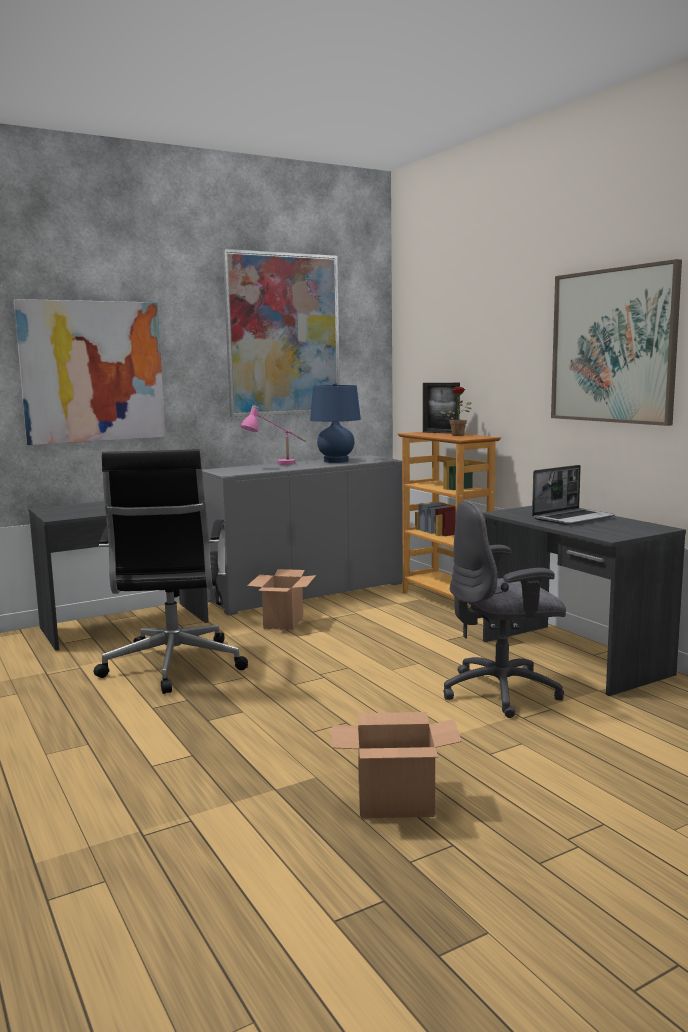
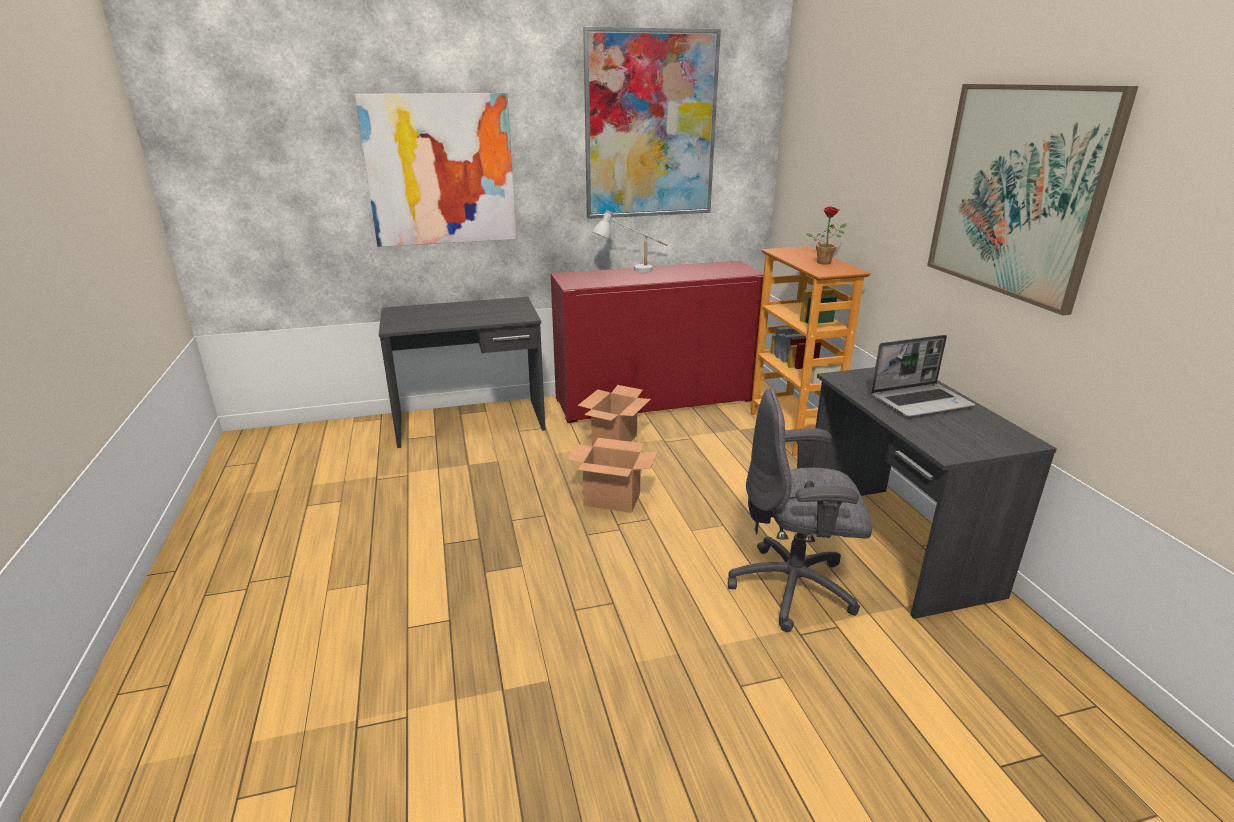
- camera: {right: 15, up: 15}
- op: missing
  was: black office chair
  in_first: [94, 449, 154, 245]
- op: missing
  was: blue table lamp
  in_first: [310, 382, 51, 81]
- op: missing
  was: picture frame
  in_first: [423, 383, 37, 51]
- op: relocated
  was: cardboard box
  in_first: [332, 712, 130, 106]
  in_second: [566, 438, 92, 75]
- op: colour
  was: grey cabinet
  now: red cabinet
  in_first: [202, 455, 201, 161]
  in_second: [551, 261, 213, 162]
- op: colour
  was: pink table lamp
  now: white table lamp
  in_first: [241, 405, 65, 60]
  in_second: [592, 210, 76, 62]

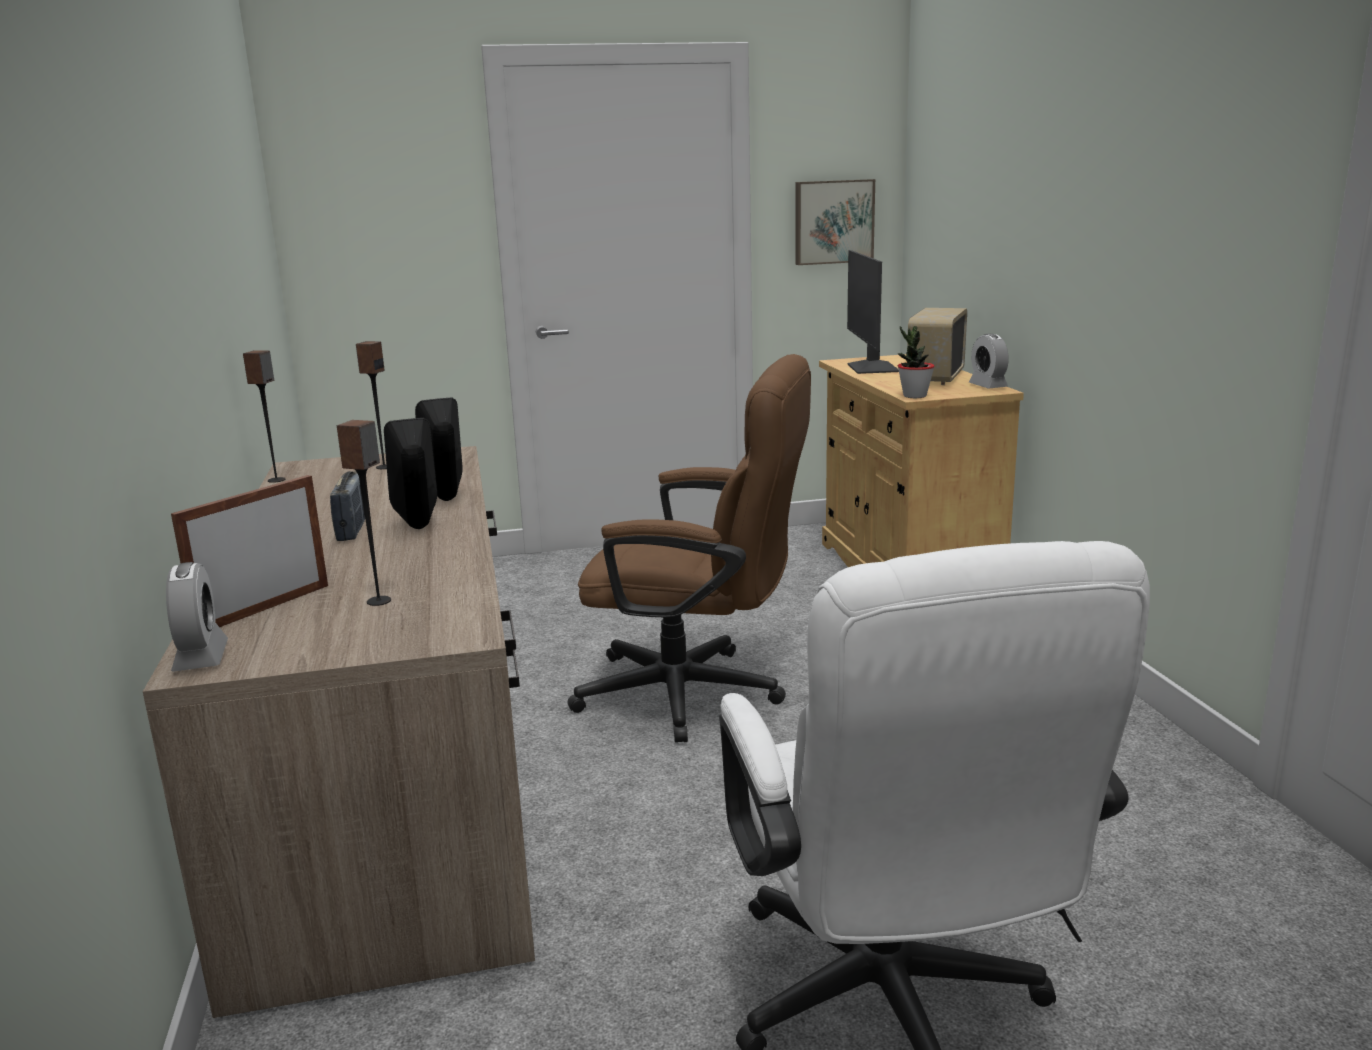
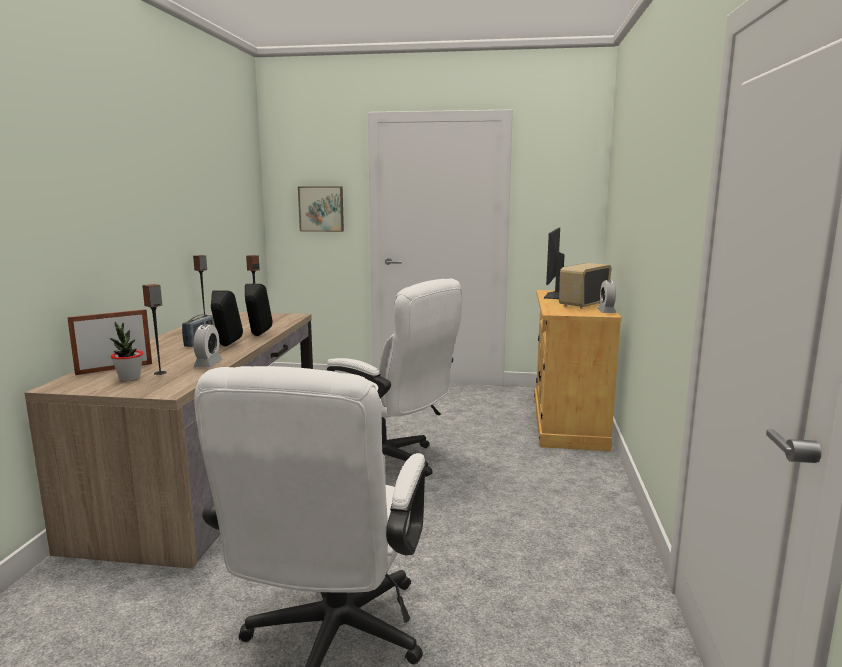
- camera: {right: 20, up: -5}
- op: relocated
  was: alarm clock
  in_first: [166, 562, 62, 110]
  in_second: [193, 324, 30, 43]
- op: relocated
  was: picture
  in_first: [796, 179, 79, 86]
  in_second: [298, 186, 46, 46]
- op: relocated
  was: potted plant
  in_first: [898, 326, 37, 72]
  in_second: [109, 322, 34, 59]
- op: colour
  was: brown office chair
  now: white office chair
  in_first: [568, 354, 243, 389]
  in_second: [327, 279, 135, 198]

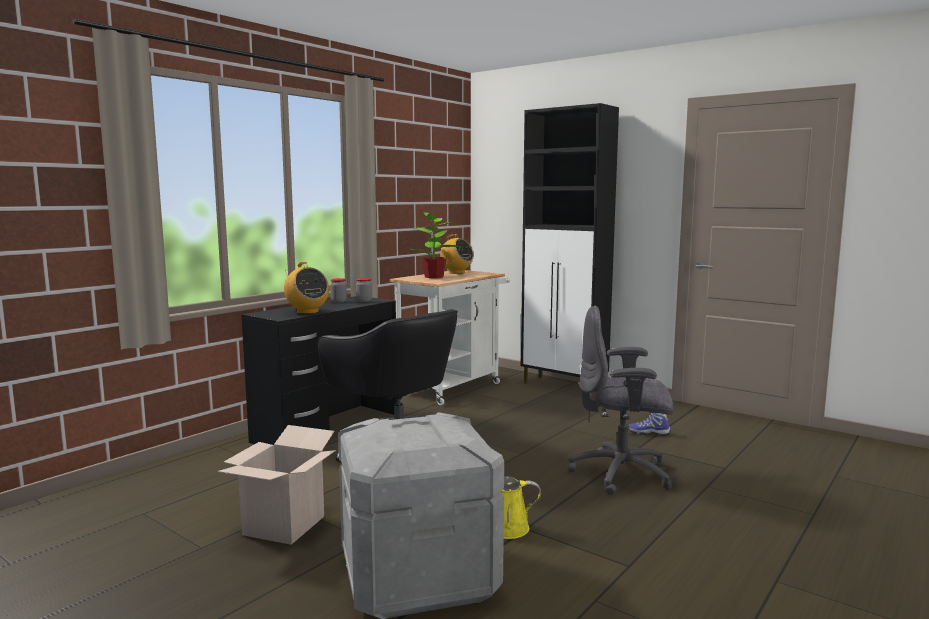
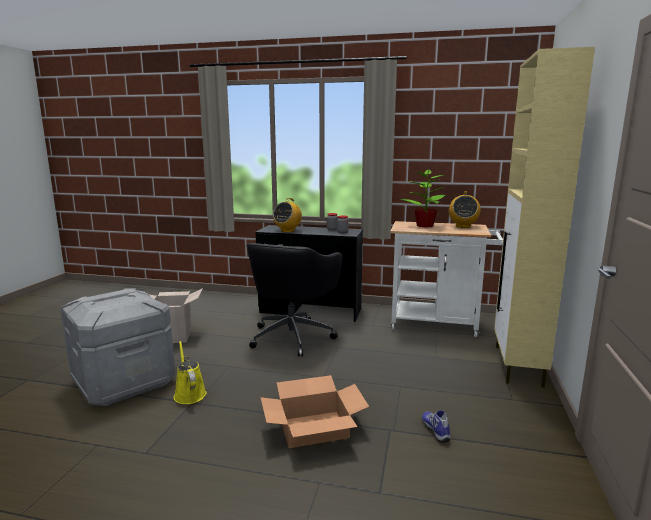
- camera: {right: 65, up: 5}
- op: exchanged
  was: grey office chair
  now: cardboard box
  in_first: [569, 305, 104, 190]
  in_second: [260, 375, 109, 73]
- op: colour
  was: black cabinet
  now: beige cabinet
  in_first: [521, 103, 98, 290]
  in_second: [494, 47, 101, 341]

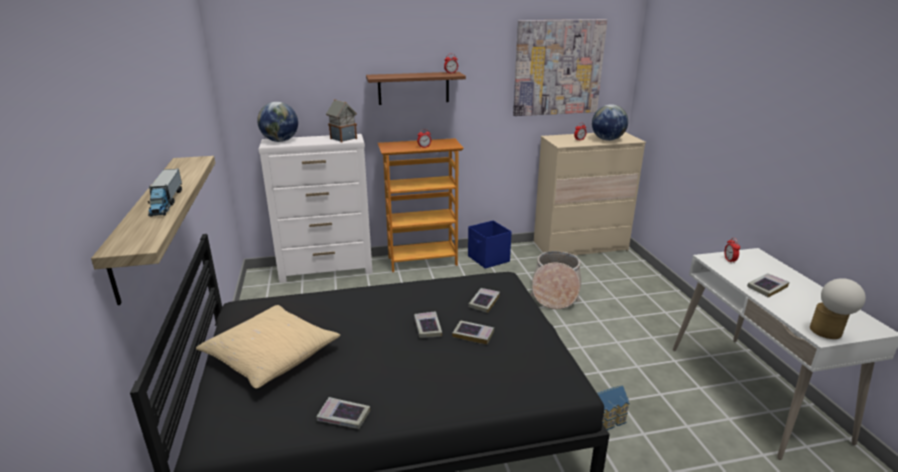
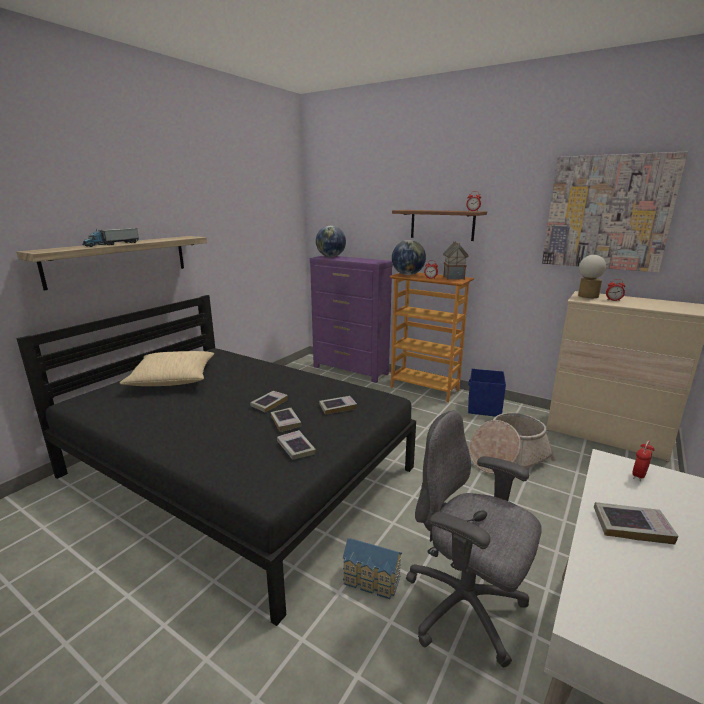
- camera: {right: 45, up: -5}
- op: appeared
  now: grey office chair
  in_second: [406, 411, 136, 256]
- op: relocated
  was: book
  in_first: [316, 397, 54, 32]
  in_second: [277, 430, 39, 30]
- op: relocated
  was: toy house
  in_first: [326, 99, 31, 44]
  in_second: [443, 241, 26, 39]
- op: relocated
  was: globe
  in_first: [592, 104, 36, 37]
  in_second: [392, 240, 34, 35]
- op: relocated
  was: table lamp
  in_first: [810, 278, 56, 61]
  in_second: [578, 255, 28, 43]
- op: colour
  was: white dresser
  now: purple dresser
  in_first: [258, 134, 115, 149]
  in_second: [310, 255, 83, 128]

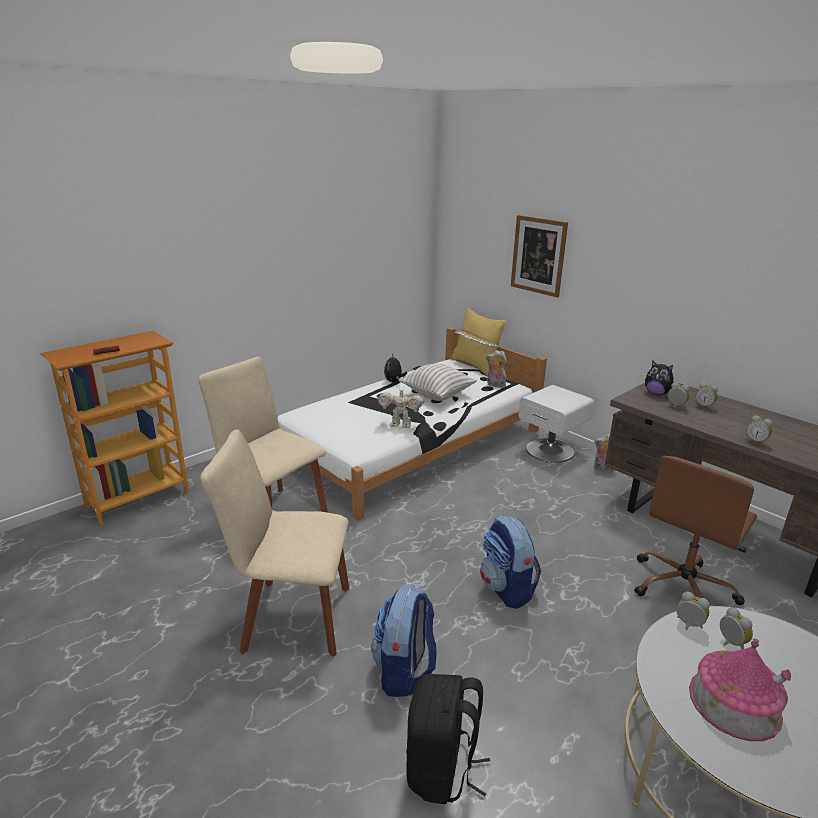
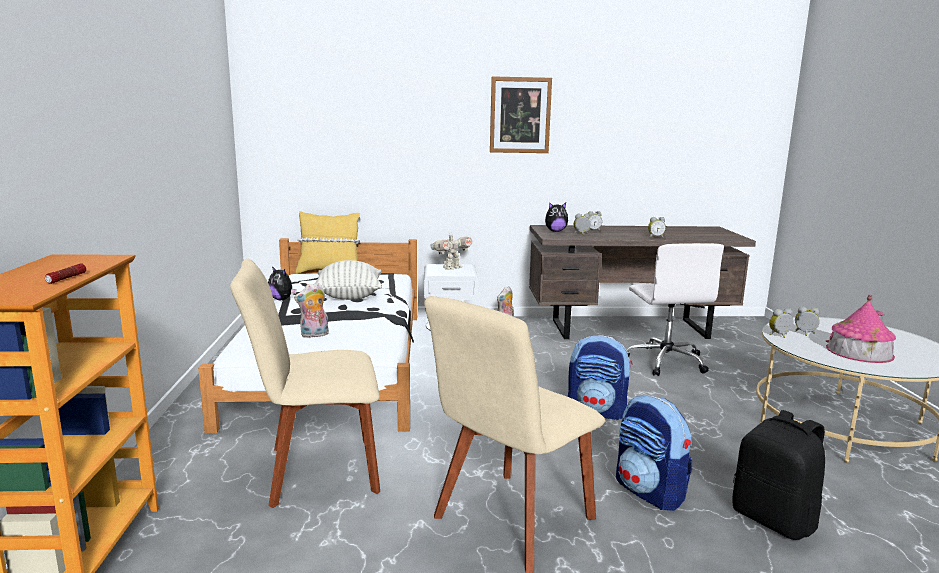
- camera: {right: -50, up: -10}
- op: relocated
  was: toy robot
  in_first: [378, 386, 46, 42]
  in_second: [430, 231, 42, 39]
- op: relocated
  was: plush toy
  in_first: [486, 350, 21, 38]
  in_second: [294, 282, 35, 56]
- op: relocated
  was: picture
  in_first: [511, 215, 57, 83]
  in_second: [490, 76, 62, 77]
- op: colour
  was: brown office chair
  now: white office chair
  in_first: [634, 456, 123, 149]
  in_second: [626, 243, 98, 133]

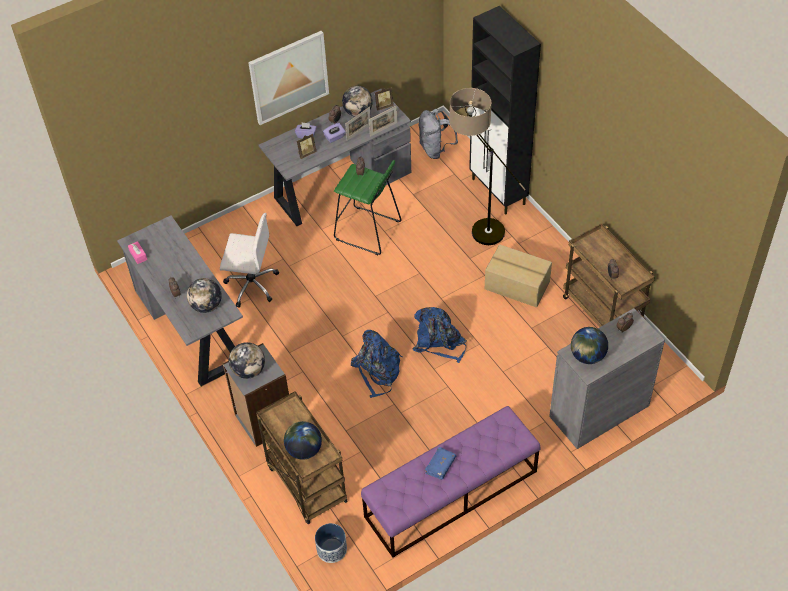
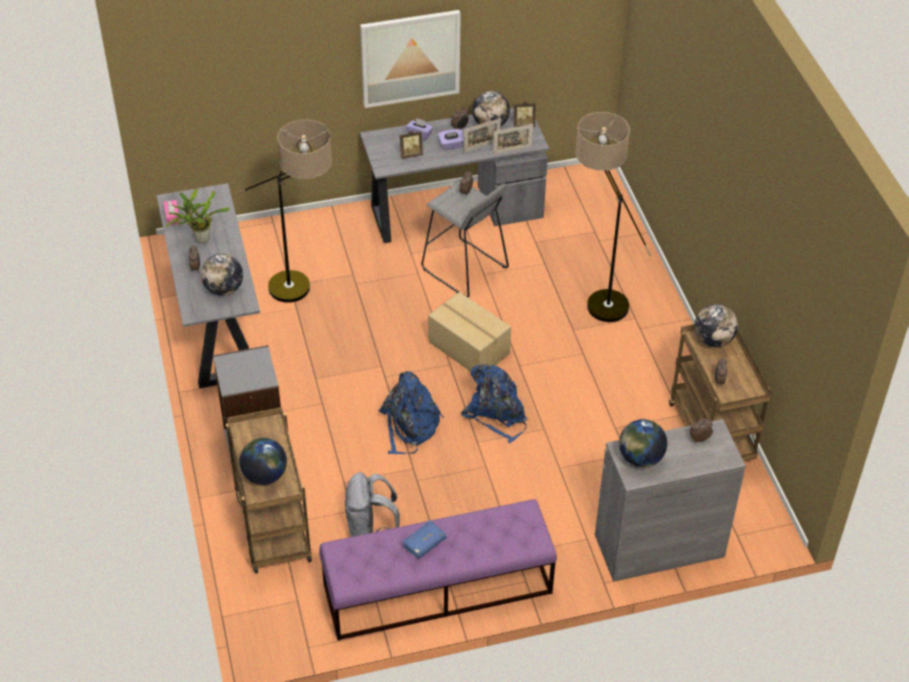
- camera: {right: 15, up: -5}
- op: missing
  was: planter
  in_first: [315, 523, 32, 40]
- op: missing
  was: black cabinet
  in_first: [469, 6, 72, 209]
- op: appeared
  now: potted plant
  in_second: [165, 189, 65, 54]
- op: relocated
  was: globe
  in_first: [229, 342, 36, 37]
  in_second: [695, 304, 43, 43]
- op: relocated
  was: grey backpack
  in_first: [418, 109, 40, 50]
  in_second: [345, 472, 55, 65]
- op: relocated
  was: cardboard box
  in_first: [485, 244, 67, 63]
  in_second: [428, 292, 83, 79]
- op: exchanged
  was: white office chair
  now: floor lamp
  in_first: [220, 213, 59, 95]
  in_second: [238, 120, 94, 182]
- op: colour
  was: green stool
  now: grey stool
  in_first: [334, 160, 68, 95]
  in_second: [421, 181, 88, 117]

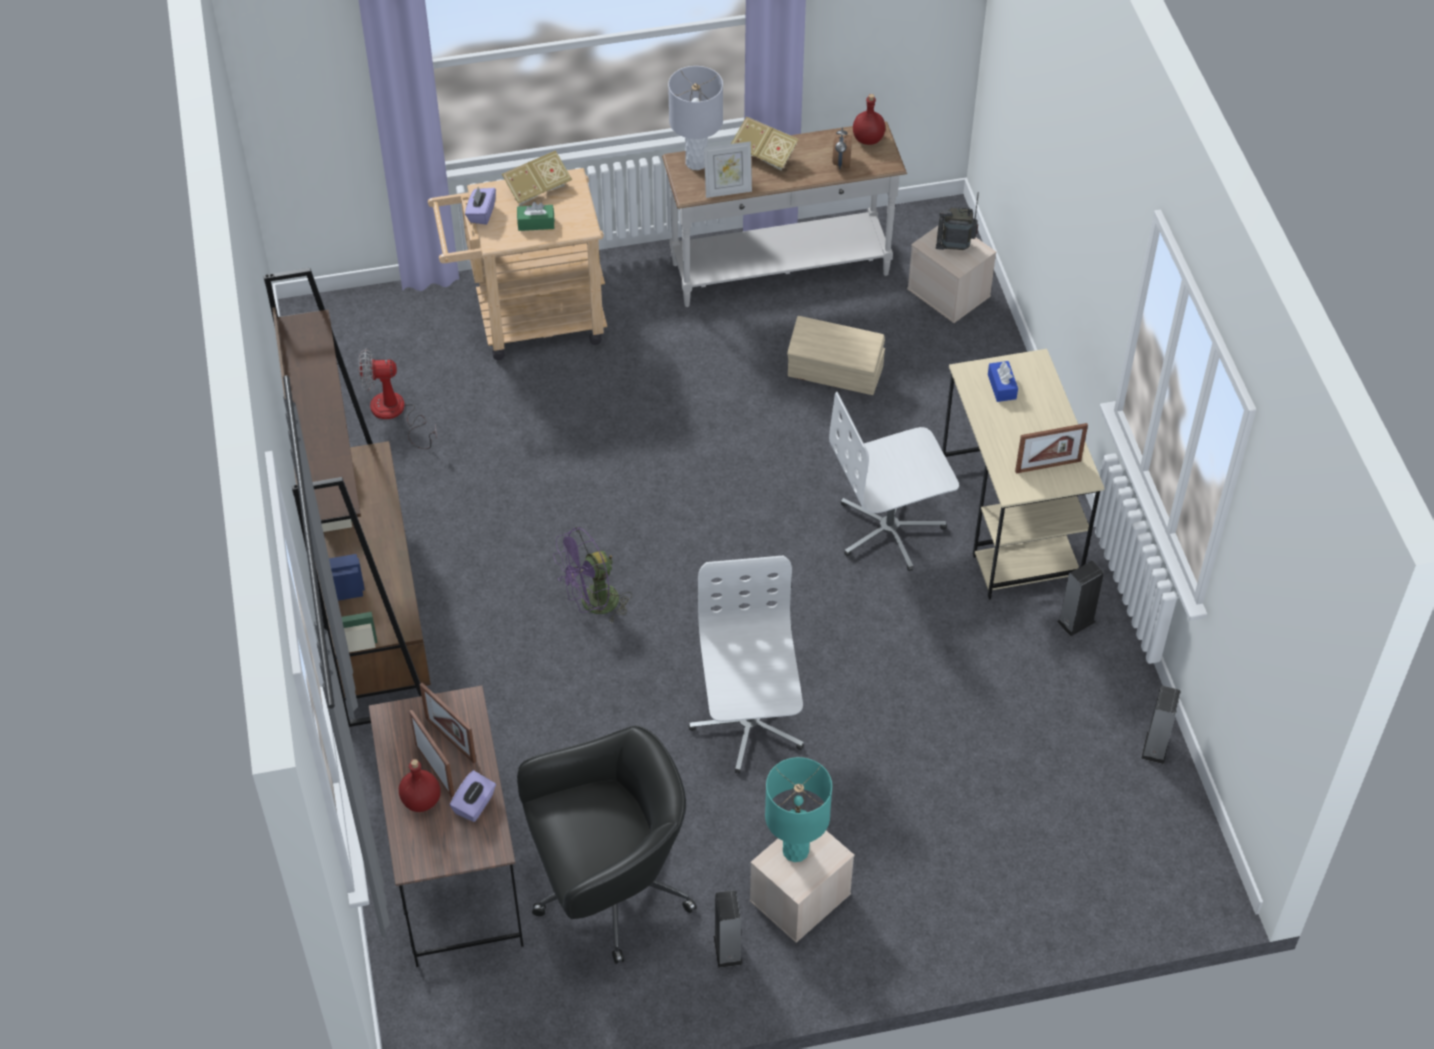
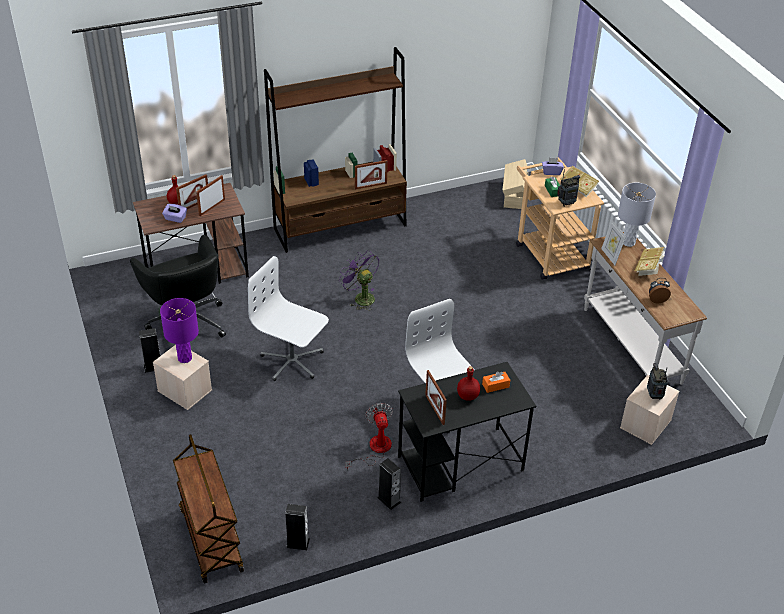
- camera: {right: 80, up: -10}
- op: appeared
  now: brown cart
  in_second: [173, 434, 71, 150]
- op: appeared
  now: picture frame
  in_second: [355, 160, 33, 30]
- op: appeared
  now: radio
  in_second: [557, 169, 23, 38]
- op: relocated
  was: fan
  in_first: [359, 349, 78, 100]
  in_second: [345, 403, 48, 68]
- op: relocated
  was: beige storage box
  in_first: [787, 316, 98, 79]
  in_second: [503, 159, 25, 50]
- op: relocated
  was: red bottle
  in_first: [853, 94, 32, 51]
  in_second: [457, 366, 23, 35]
- op: colour
  was: turquoise table lamp
  now: purple table lamp
  in_first: [765, 757, 67, 105]
  in_second: [160, 298, 39, 65]
- op: colour
  was: beige desk
  now: black desk
  in_first: [942, 349, 163, 250]
  in_second: [398, 362, 138, 140]
- op: colour
  was: blue tissue box
  now: orange tissue box
  in_first: [988, 361, 30, 41]
  in_second: [482, 372, 28, 21]
- op: spun
  was: white office chair
  in_first: [689, 556, 115, 218]
  in_second: [248, 256, 81, 125]
  clockwise: -135

